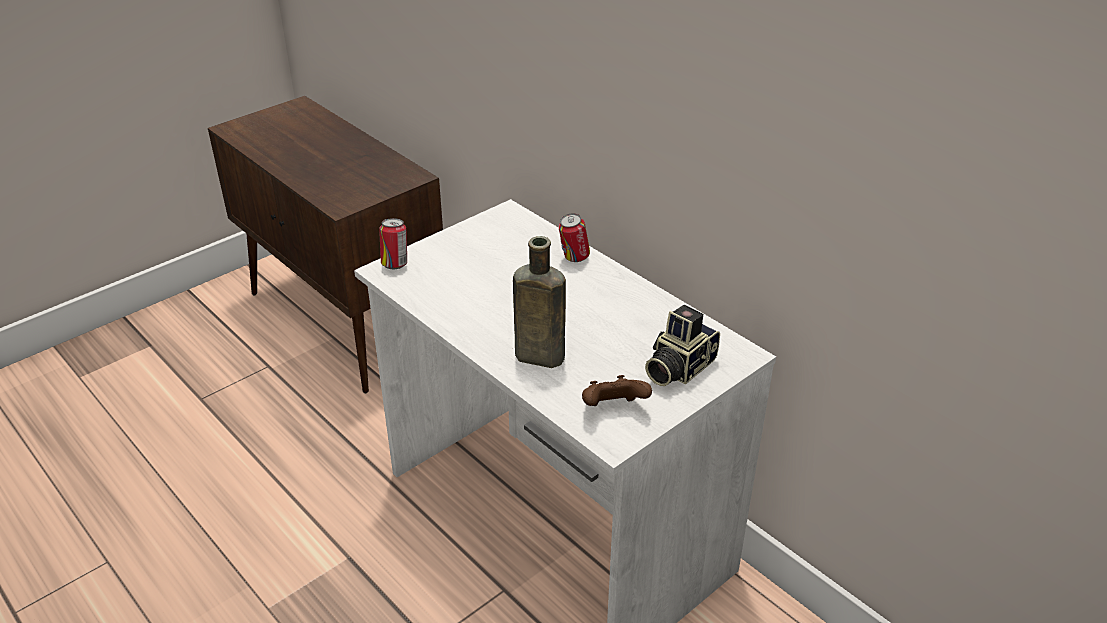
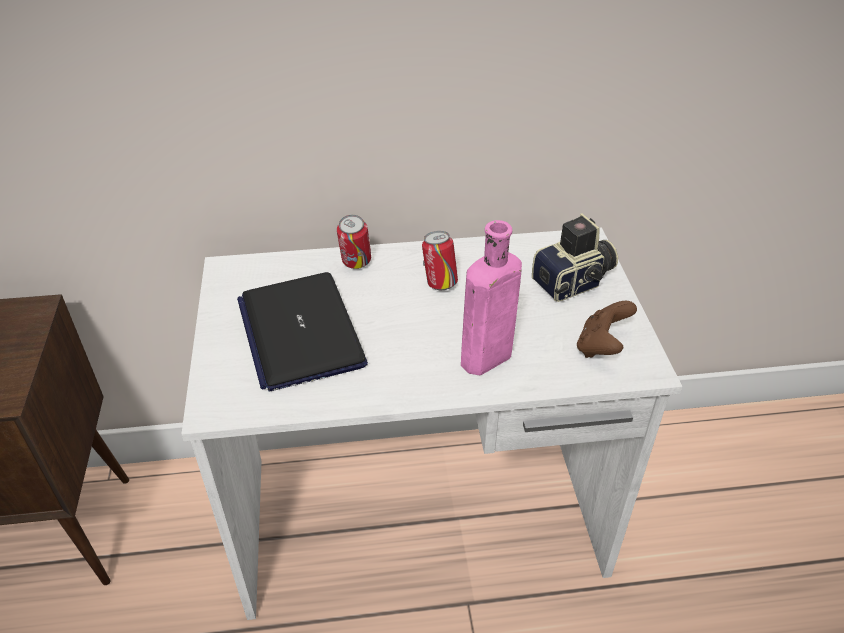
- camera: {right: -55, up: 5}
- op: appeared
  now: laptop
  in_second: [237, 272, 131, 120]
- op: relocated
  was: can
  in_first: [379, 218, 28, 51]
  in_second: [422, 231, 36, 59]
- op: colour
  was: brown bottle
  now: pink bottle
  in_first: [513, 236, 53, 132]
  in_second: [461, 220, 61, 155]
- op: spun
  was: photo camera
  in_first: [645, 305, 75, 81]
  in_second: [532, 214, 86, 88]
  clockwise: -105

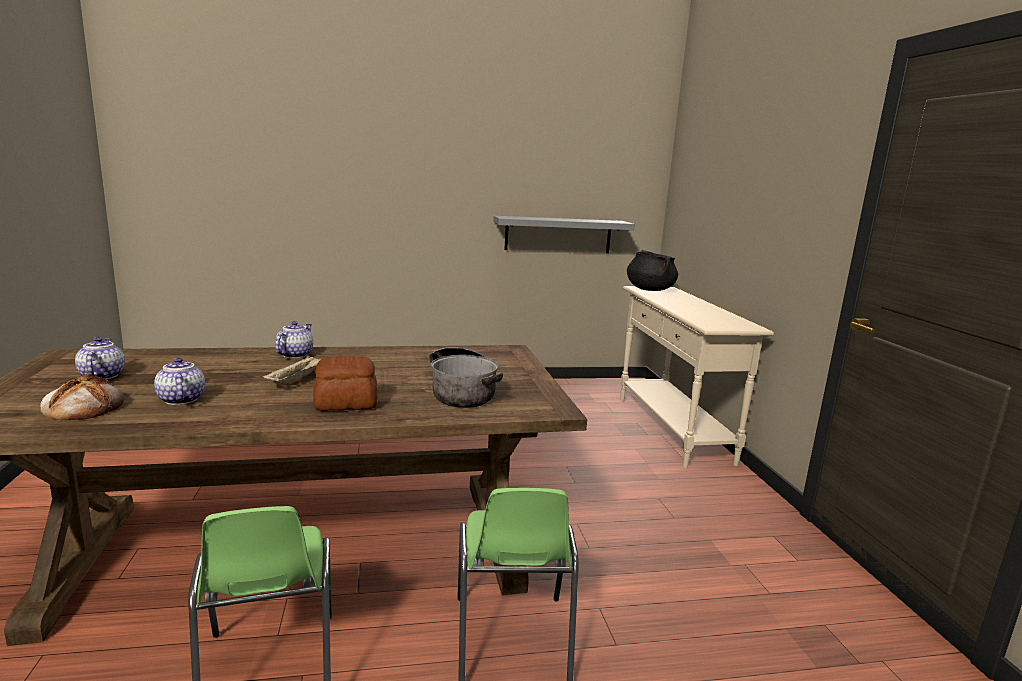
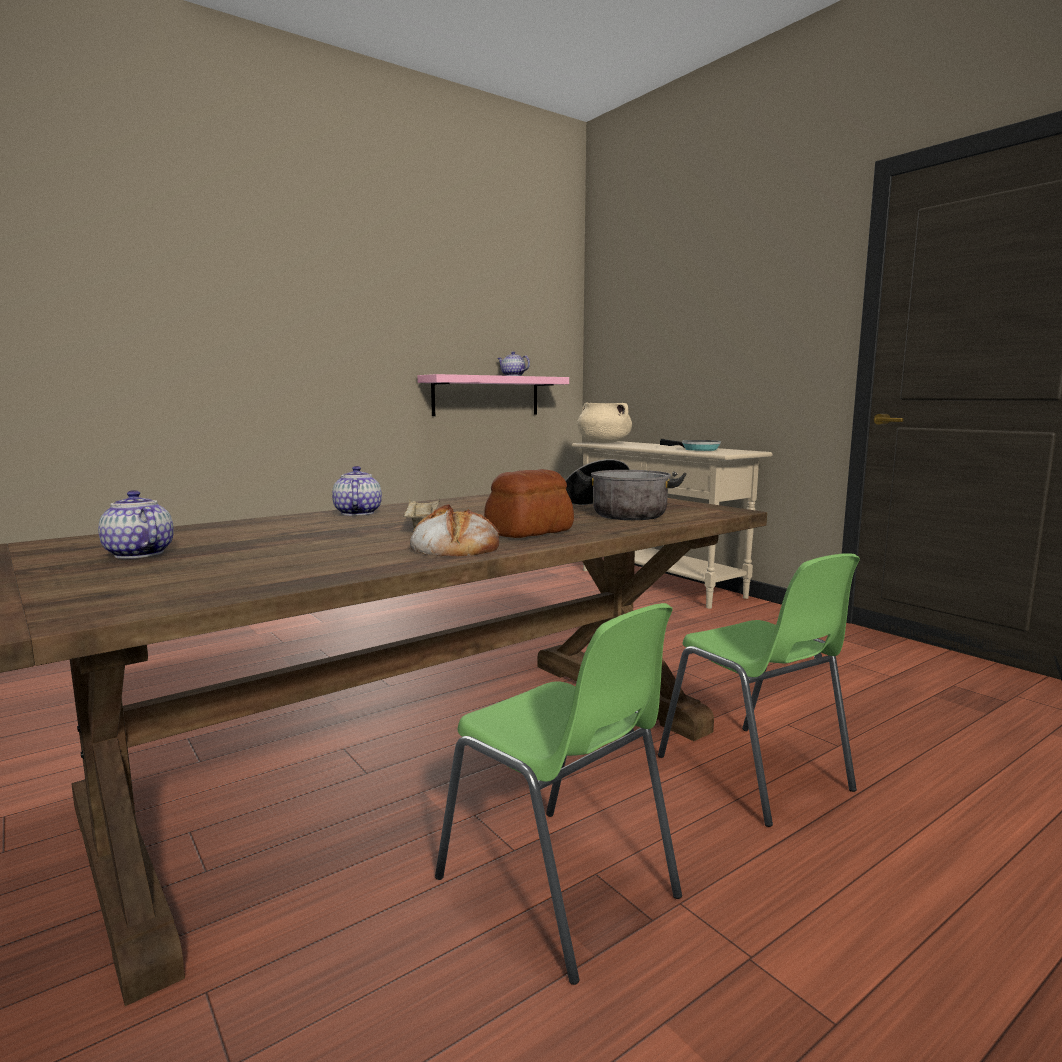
- camera: {right: -25, up: -5}
- op: appeared
  now: frying pan
  in_second: [660, 439, 61, 12]
- op: relocated
  was: bread
  in_first: [40, 374, 84, 47]
  in_second: [410, 504, 89, 52]
- op: relocated
  was: teapot
  in_first: [154, 358, 51, 47]
  in_second: [497, 351, 33, 25]
- op: colour
  was: grey shelf
  now: pink shelf
  in_first: [493, 216, 142, 37]
  in_second: [417, 374, 152, 42]
- op: colour
  was: black cooking pot
  now: beige cooking pot
  in_first: [627, 250, 51, 41]
  in_second: [577, 402, 55, 41]

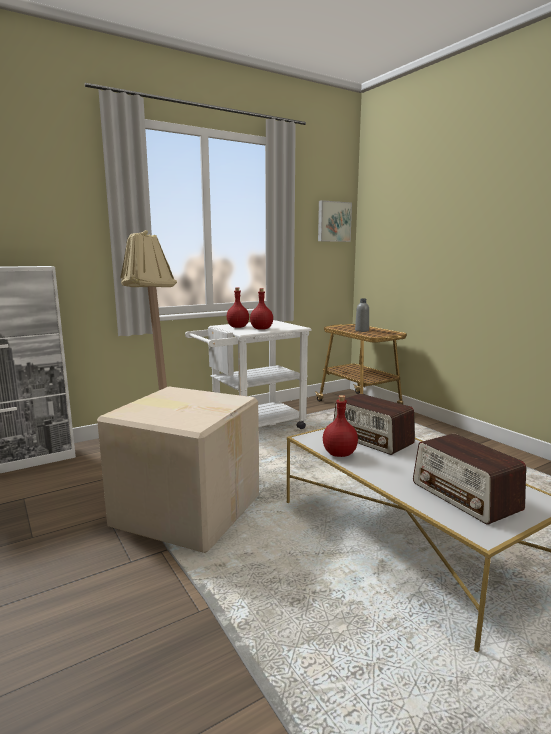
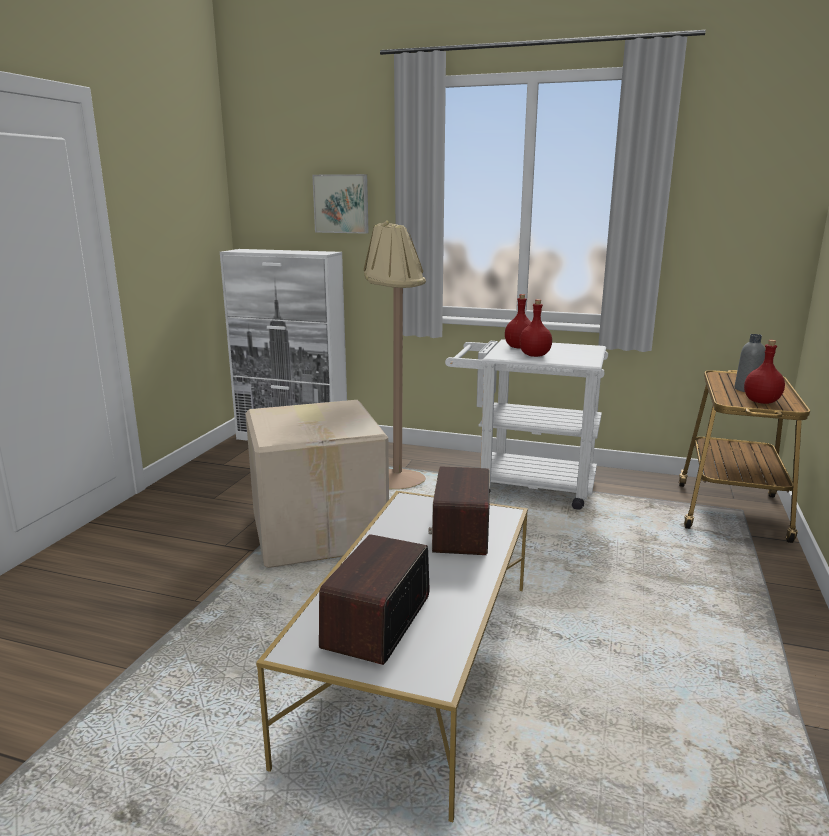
- camera: {right: 50, up: 5}
- op: relocated
  was: picture
  in_first: [318, 200, 34, 42]
  in_second: [312, 174, 57, 60]
- op: relocated
  was: red bottle
  in_first: [323, 395, 35, 62]
  in_second: [744, 340, 41, 64]

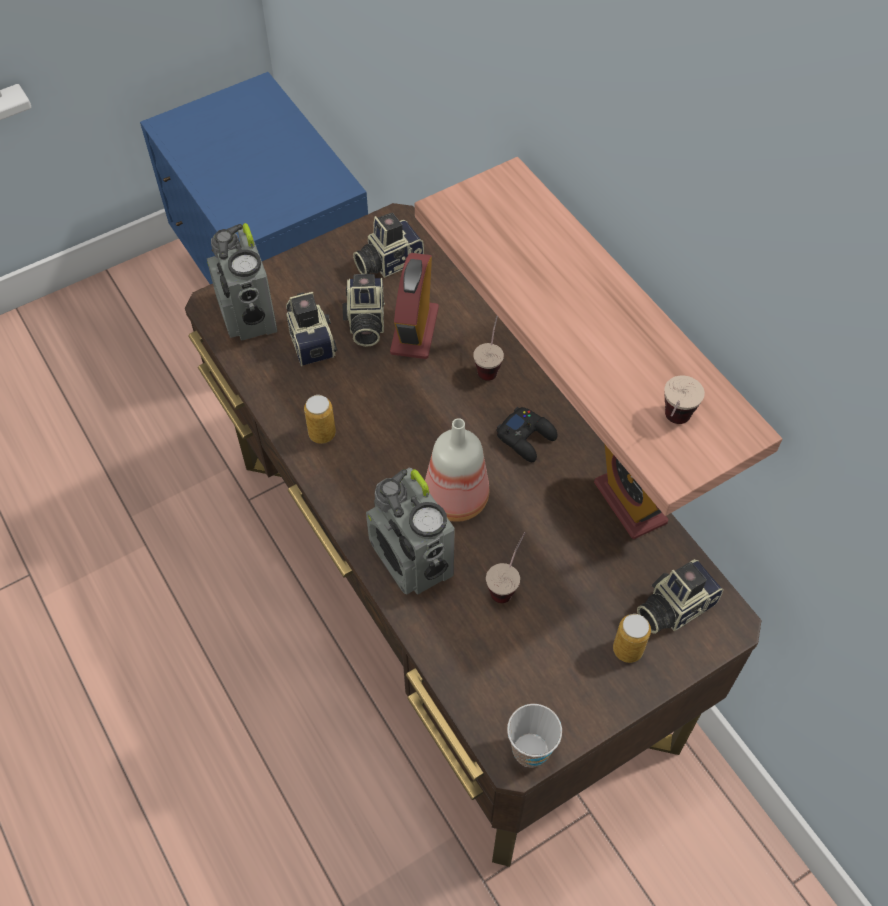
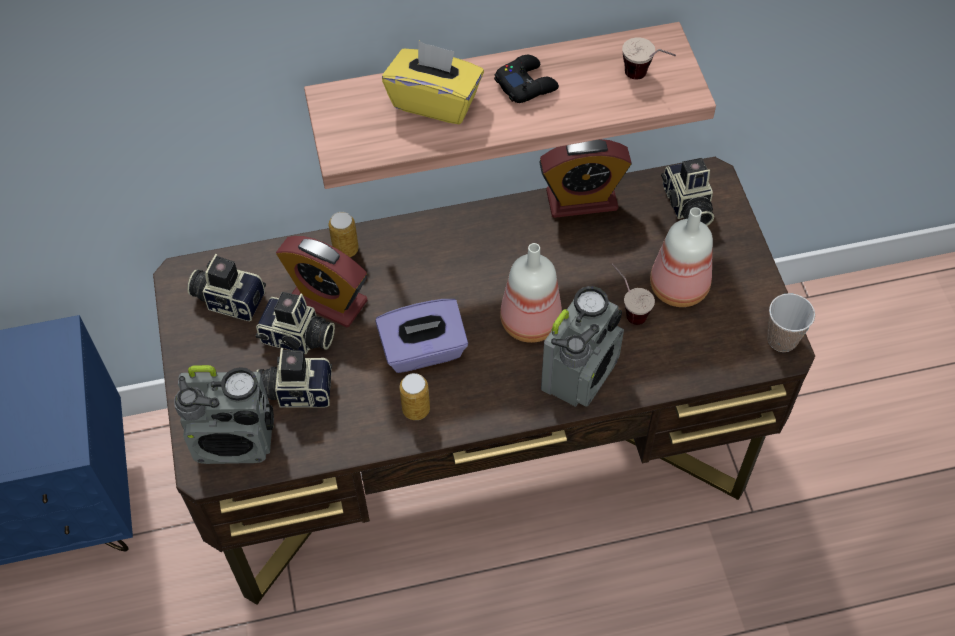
- camera: {right: -70, up: 0}
- op: missing
  was: cup
  in_first: [473, 315, 31, 66]
- op: appeared
  now: purple tissue box
  in_second: [376, 299, 92, 74]
- op: appeared
  now: yellow tissue box
  in_second: [382, 40, 102, 84]
- op: appeared
  now: bottle
  in_second: [650, 207, 63, 100]
- op: relocated
  was: black game controller
  in_first: [496, 407, 62, 55]
  in_second: [494, 55, 65, 48]
- op: relocated
  was: can
  in_first: [613, 614, 38, 49]
  in_second: [329, 212, 30, 45]
- op: spun
  was: photo camera
  in_first: [353, 213, 71, 65]
  in_second: [187, 254, 79, 67]
  clockwise: 120
- op: spun
  was: radio
  in_first: [366, 468, 89, 126]
  in_second: [541, 286, 83, 121]
  clockwise: -45

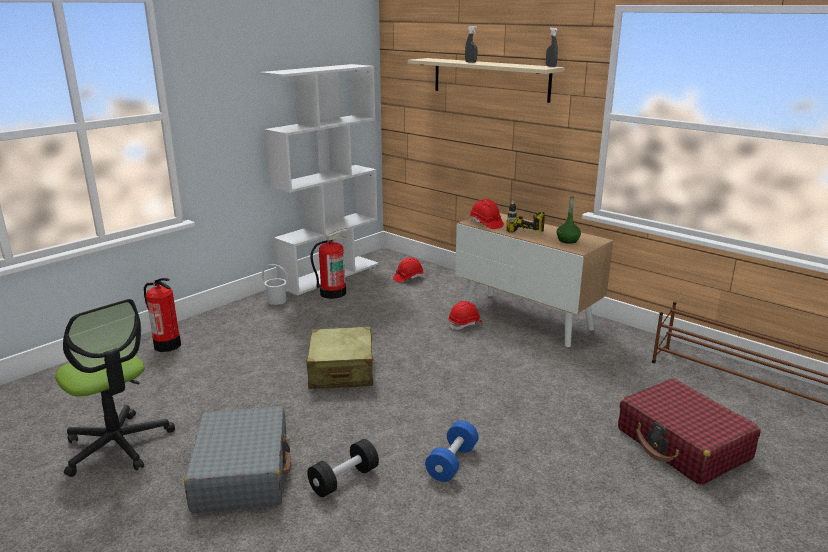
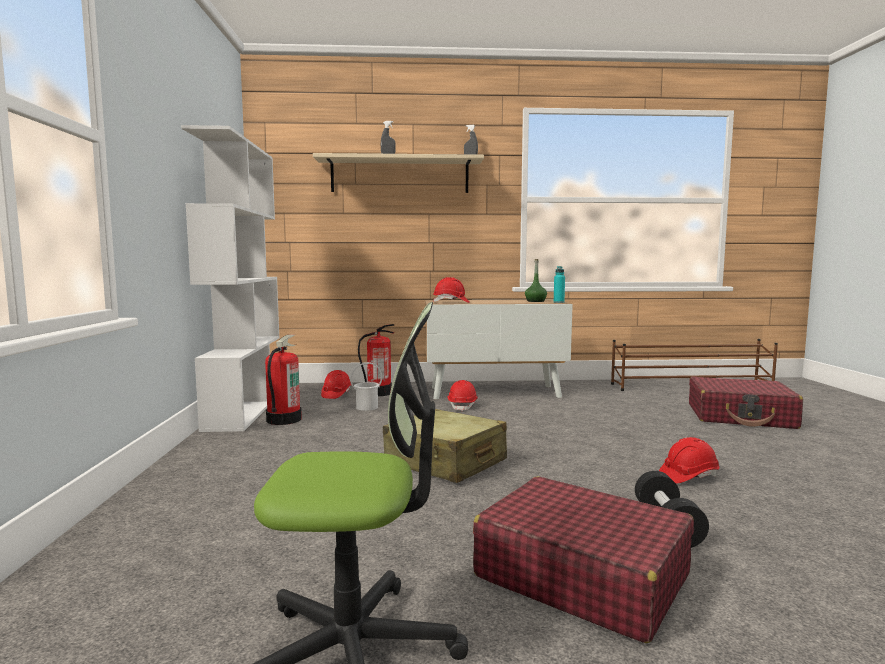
- camera: {right: -45, up: -15}
- op: missing
  was: power drill
  in_first: [506, 200, 39, 33]
- op: appeared
  now: turquoise bottle
  in_second: [554, 266, 11, 37]
- op: relocated
  was: fire extinguisher
  in_first: [144, 278, 37, 74]
  in_second: [358, 324, 37, 72]
- op: relocated
  was: white bucket
  in_first: [262, 264, 26, 41]
  in_second: [350, 362, 32, 49]
- op: exchanged
  was: blue dumbbell
  now: red hard hat
  in_first: [425, 420, 54, 62]
  in_second: [659, 437, 60, 47]
- op: colour
  was: grey suitcase
  now: red suitcase
  in_first: [184, 406, 107, 107]
  in_second: [473, 477, 221, 166]

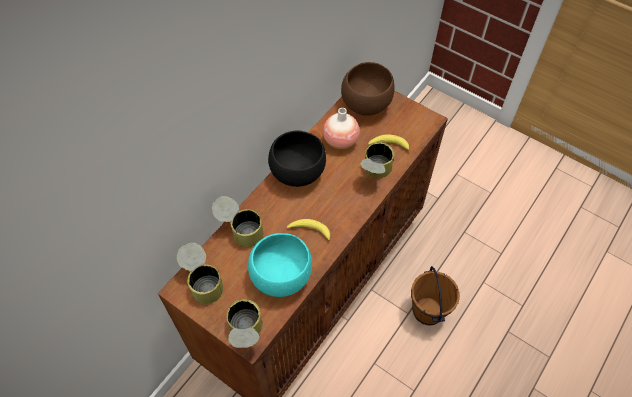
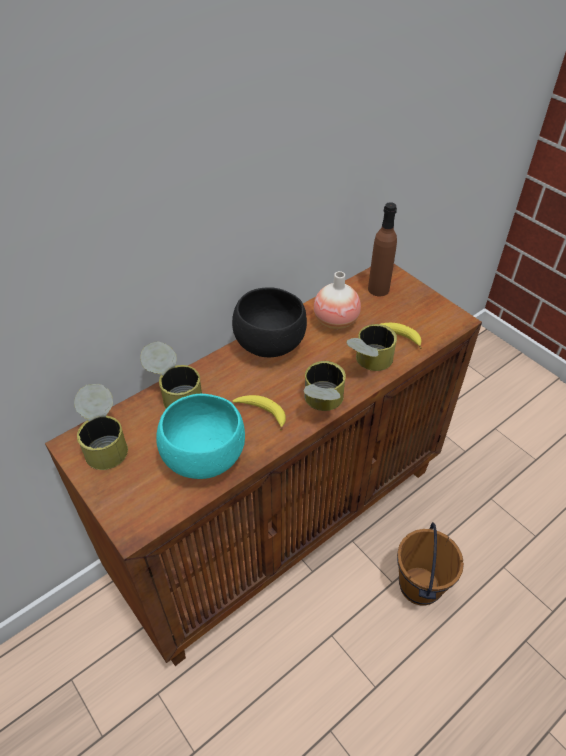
- camera: {right: 15, up: -10}
- op: relocated
  was: can
  in_first: [226, 299, 36, 49]
  in_second: [303, 361, 43, 50]
- op: exchanged
  was: brown bowl
  now: brown bottle
  in_first: [341, 62, 54, 54]
  in_second: [368, 202, 29, 94]

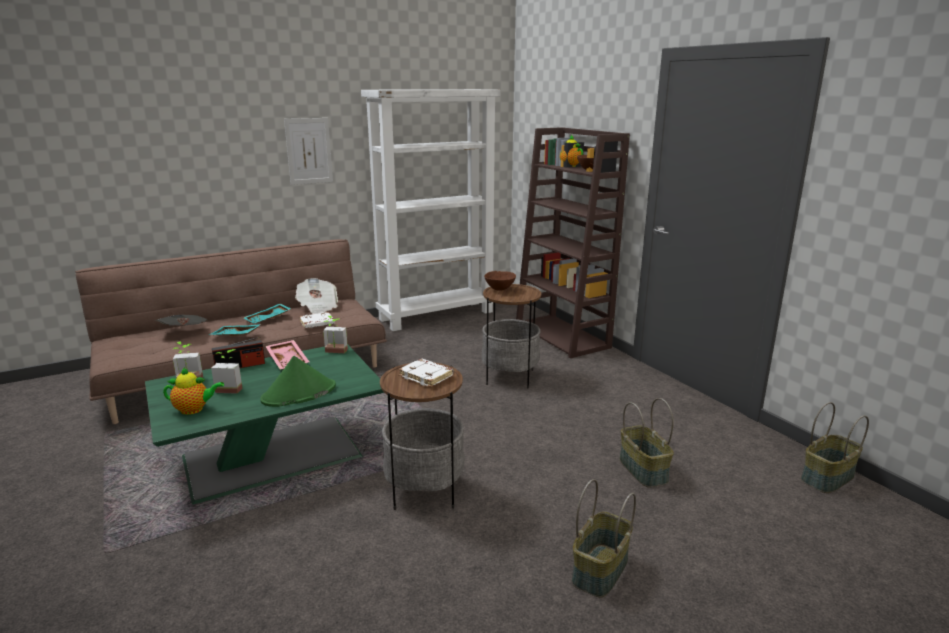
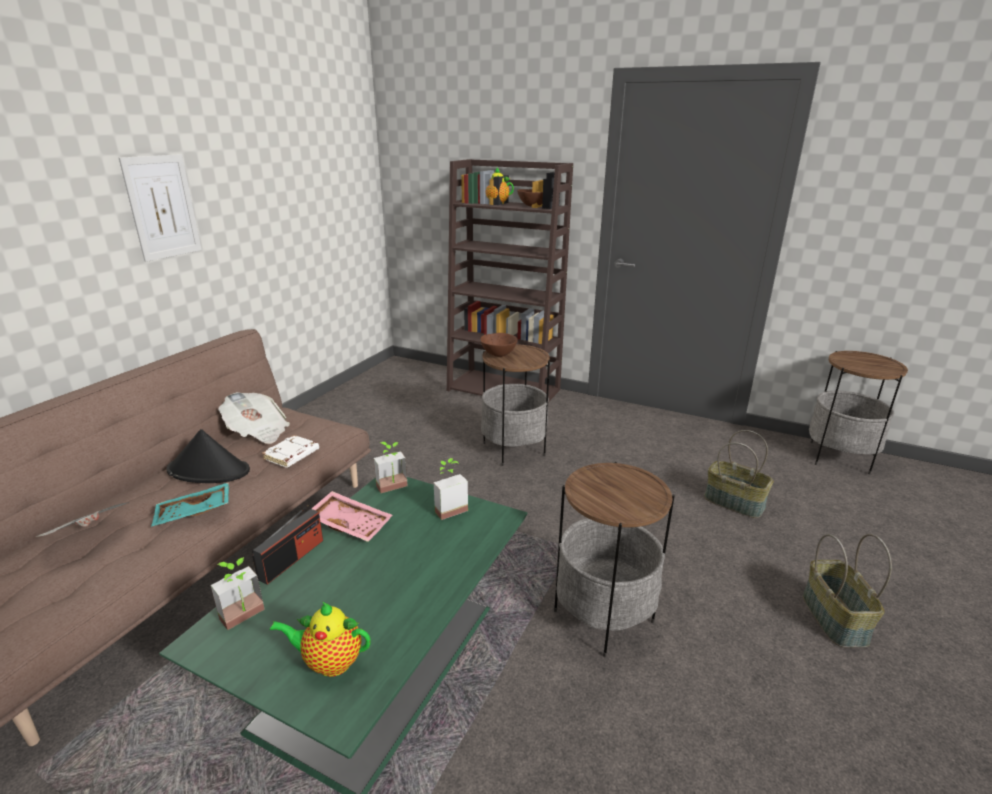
- camera: {right: -35, up: 5}
- op: missing
  was: green hat
  in_first: [260, 356, 76, 51]
- op: missing
  was: white bookcase
  in_first: [361, 89, 139, 242]
- op: missing
  was: white book
  in_first: [399, 359, 55, 28]
- op: relocated
  was: potted plant
  in_first: [211, 349, 31, 45]
  in_second: [434, 458, 34, 62]
- op: exchanged
  was: turquoise tray
  now: black hat
  in_first: [244, 304, 47, 19]
  in_second: [166, 429, 84, 54]
- op: exchanged
  was: basket
  now: side table
  in_first: [801, 402, 68, 91]
  in_second: [809, 351, 99, 124]
- op: spun
  was: teapot
  in_first: [163, 367, 61, 48]
  in_second: [270, 602, 101, 75]
  clockwise: -135

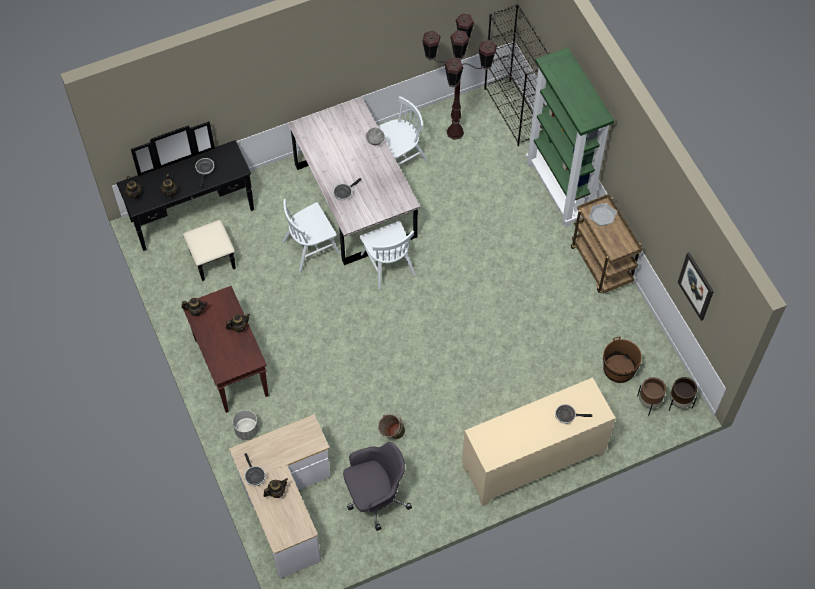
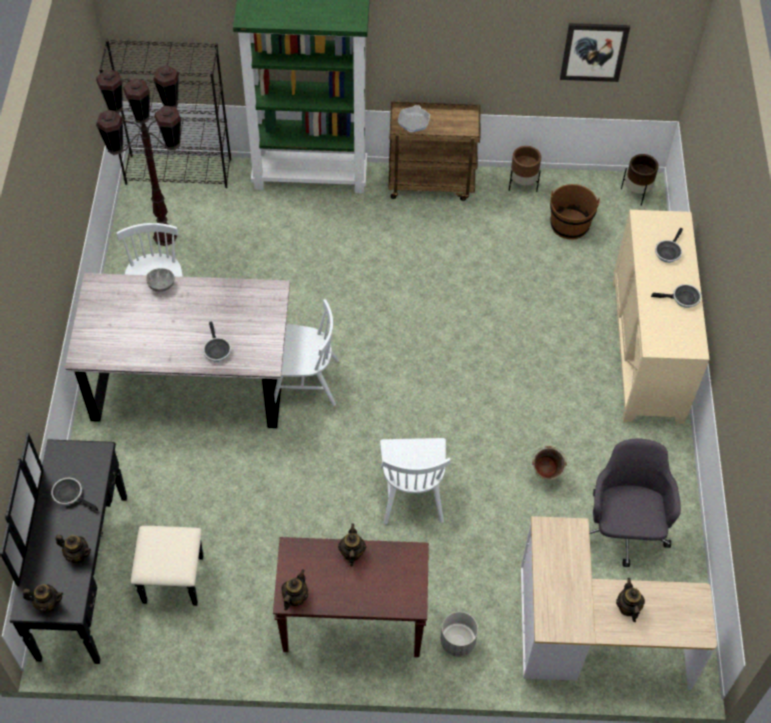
- camera: {right: -65, up: -5}
- op: relocated
  was: frying pan
  in_first: [244, 453, 22, 33]
  in_second: [651, 284, 50, 24]
- op: relocated
  was: white chair
  in_first: [282, 199, 58, 72]
  in_second: [380, 438, 71, 86]
- op: relocated
  was: brown planter
  in_first: [637, 377, 29, 39]
  in_second: [509, 146, 32, 46]

